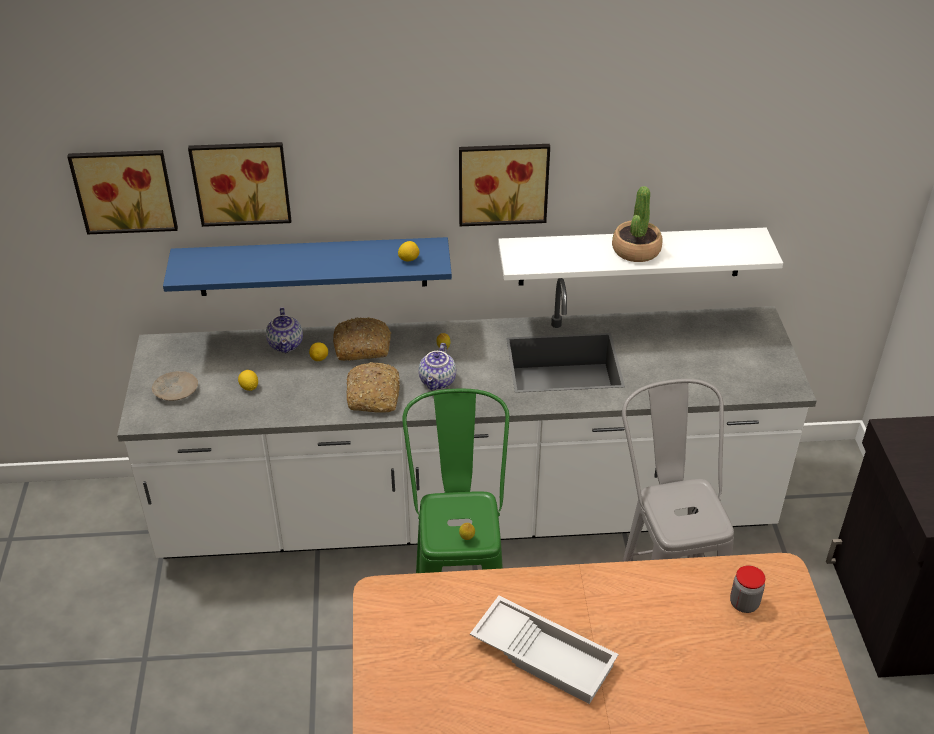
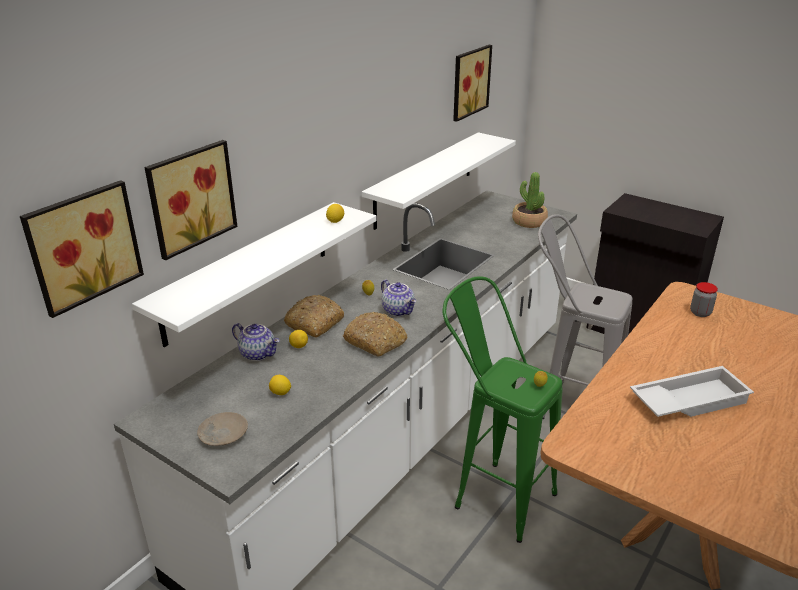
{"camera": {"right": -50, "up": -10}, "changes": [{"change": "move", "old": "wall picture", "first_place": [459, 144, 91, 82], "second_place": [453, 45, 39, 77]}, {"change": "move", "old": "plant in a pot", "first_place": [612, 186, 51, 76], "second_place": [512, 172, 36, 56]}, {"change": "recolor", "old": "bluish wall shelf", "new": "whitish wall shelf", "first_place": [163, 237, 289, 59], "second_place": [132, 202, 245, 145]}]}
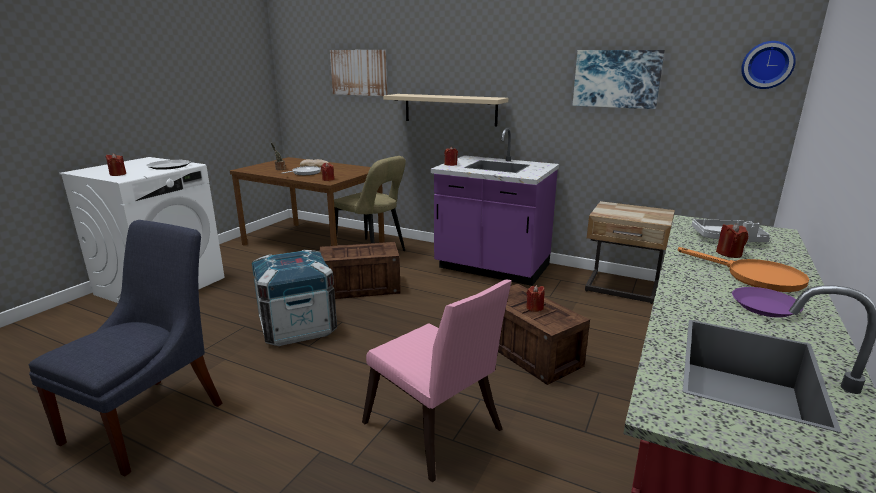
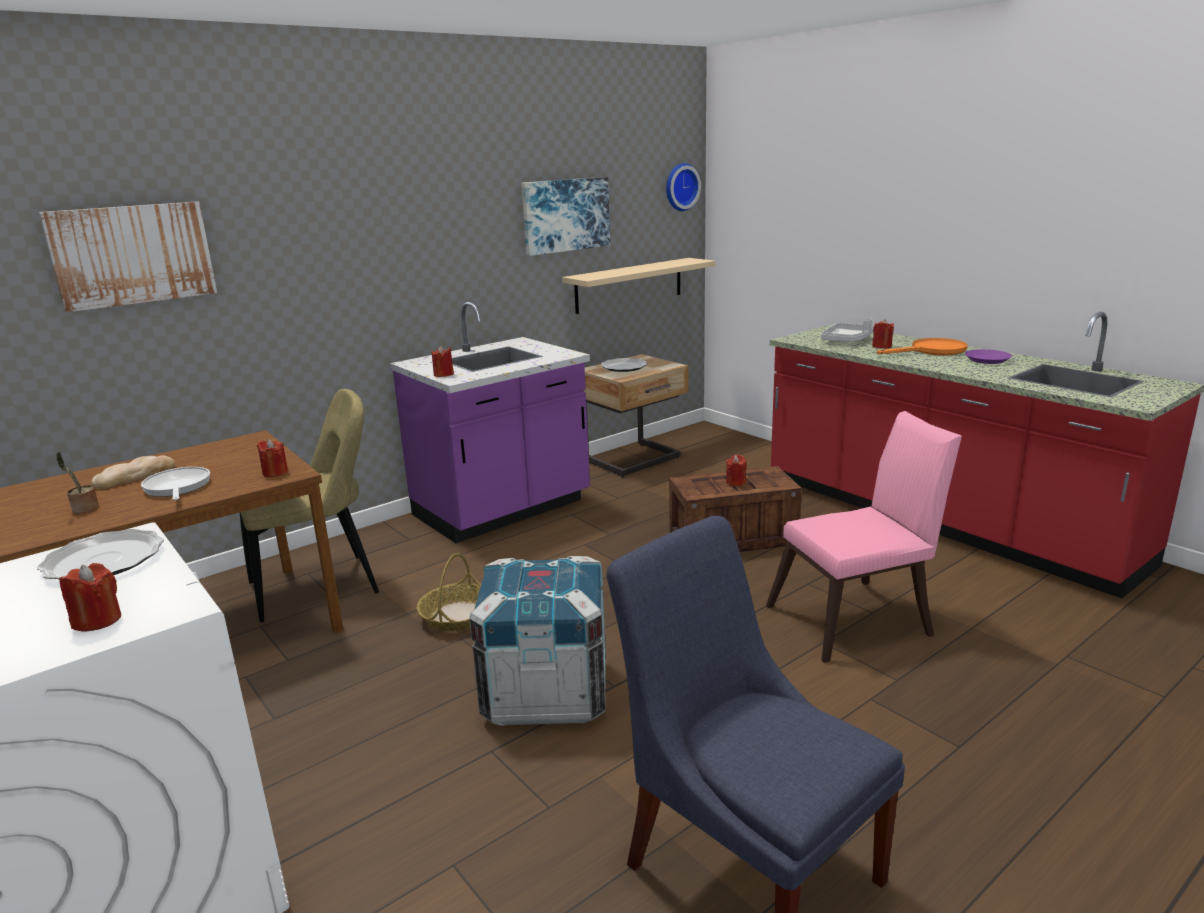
{"camera": {"right": -65, "up": 0}, "changes": [{"change": "insert", "new": "flat dish", "second_place": [601, 358, 46, 14]}, {"change": "move", "old": "beige-coloured wall shelf", "first_place": [383, 94, 125, 32], "second_place": [562, 258, 153, 56]}, {"change": "replace", "old": "crate", "new": "storage basket", "first_place": [319, 242, 82, 57], "second_place": [417, 553, 64, 78]}]}
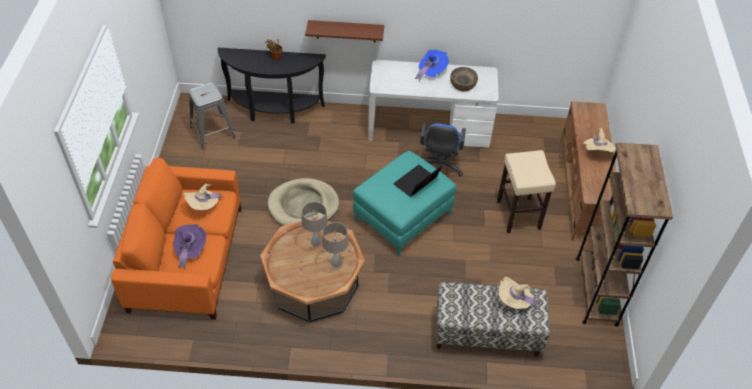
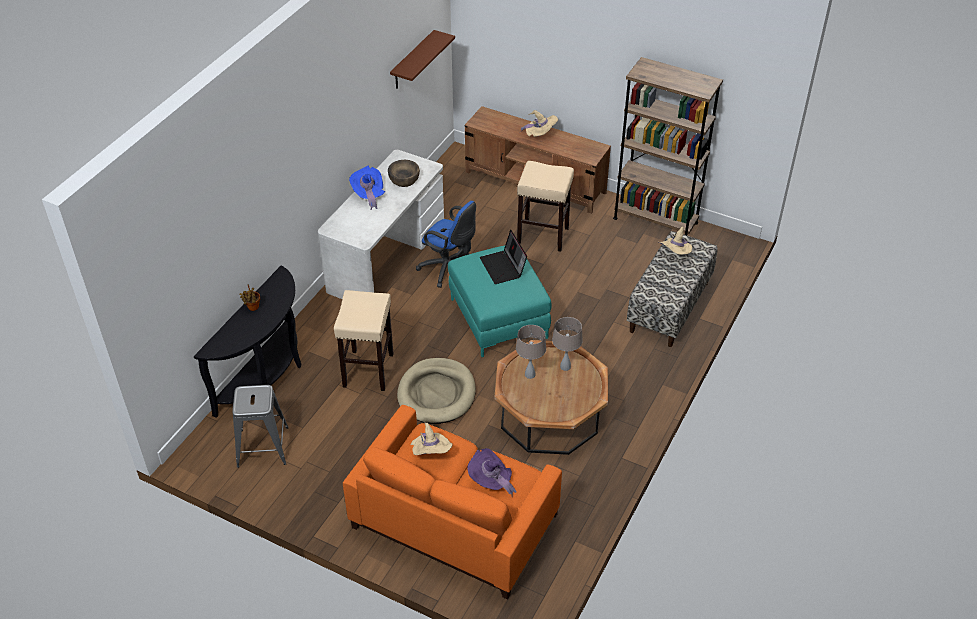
{"camera": {"right": -65, "up": -5}, "changes": [{"change": "insert", "new": "beige-coloured sitting stool", "second_place": [334, 290, 60, 101]}, {"change": "move", "old": "brown-coloured wall shelf", "first_place": [305, 20, 79, 22], "second_place": [390, 30, 65, 59]}]}
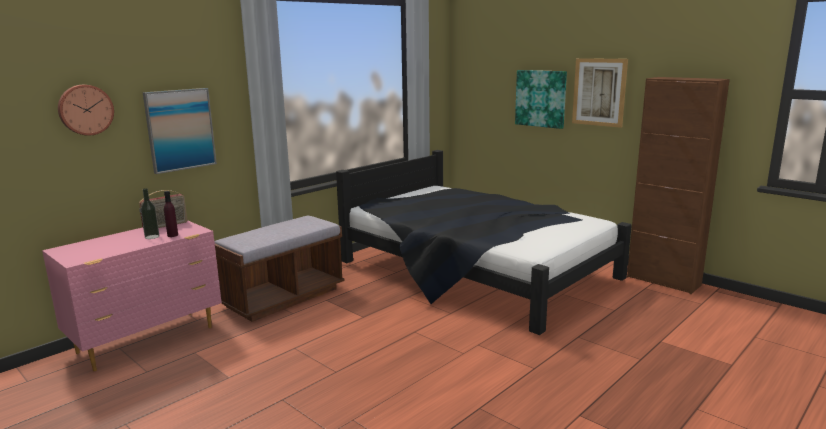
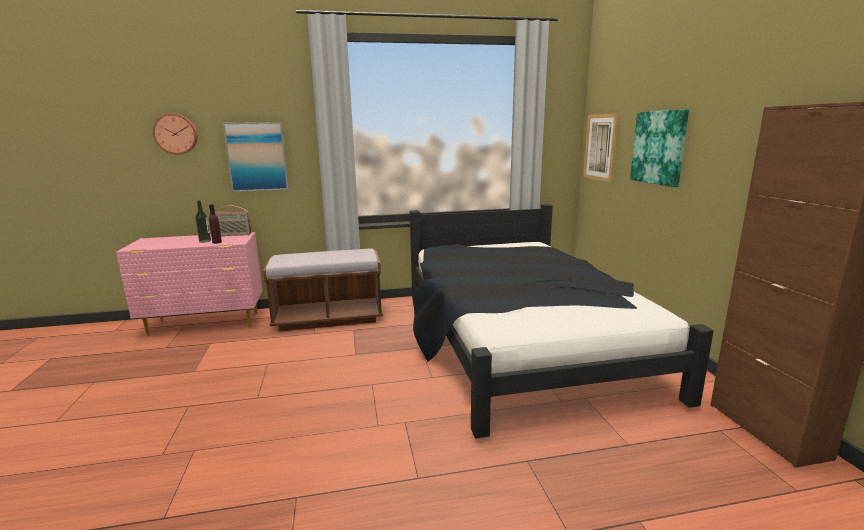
{"camera": {"right": 35, "up": 0}, "changes": [{"change": "move", "old": "wall picture", "first_place": [572, 58, 56, 70], "second_place": [583, 113, 36, 69]}]}
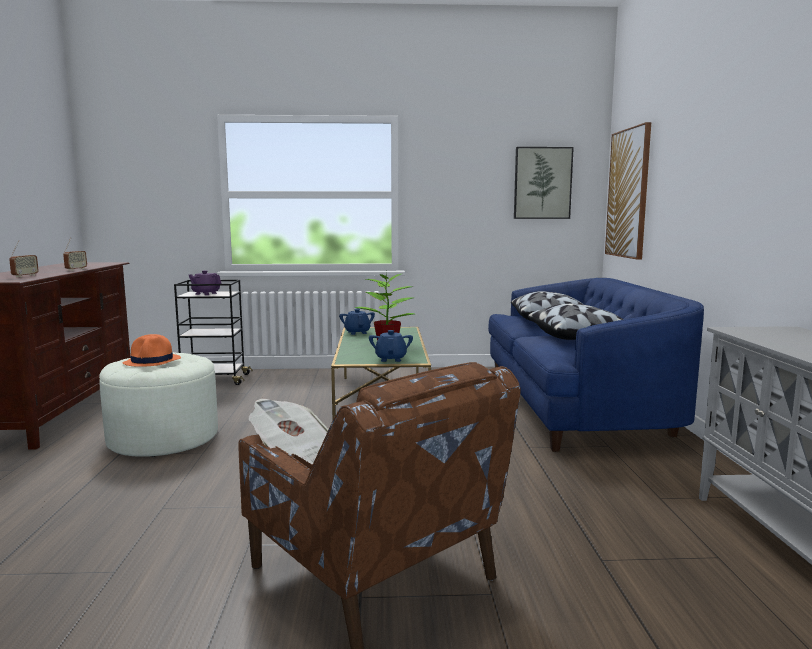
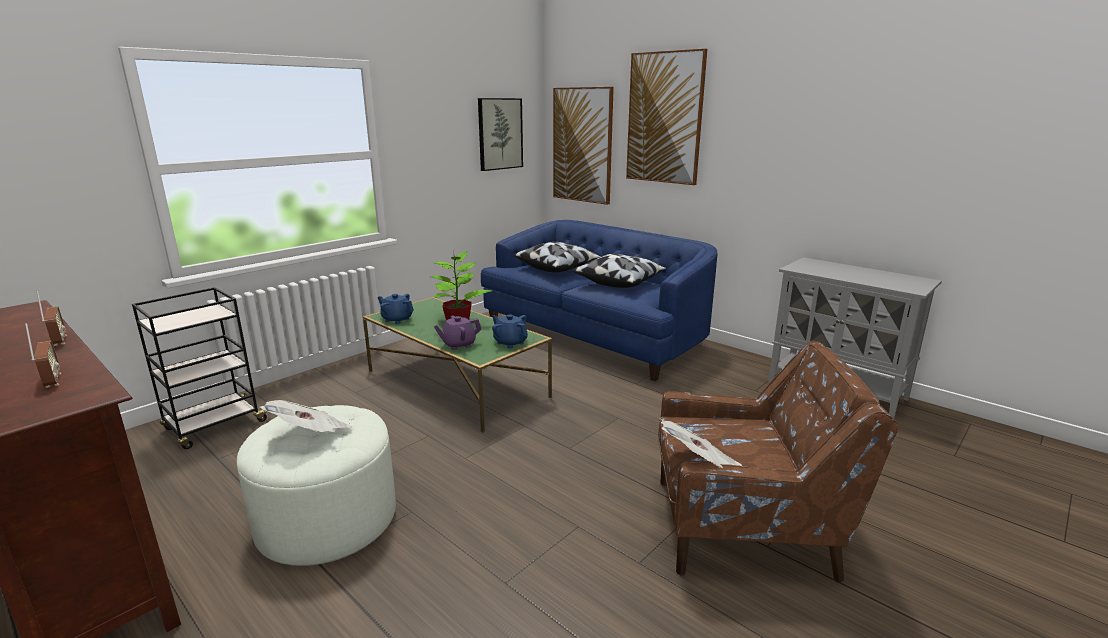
{"camera": {"right": -45, "up": 10}, "changes": [{"change": "insert", "new": "wall picture", "second_place": [626, 49, 81, 136]}, {"change": "move", "old": "purple-coloured teapot", "first_place": [189, 270, 32, 25], "second_place": [434, 315, 47, 35]}, {"change": "replace", "old": "orange-coloured clothing hat", "new": "daily paper", "first_place": [122, 334, 59, 33], "second_place": [260, 400, 92, 32]}]}
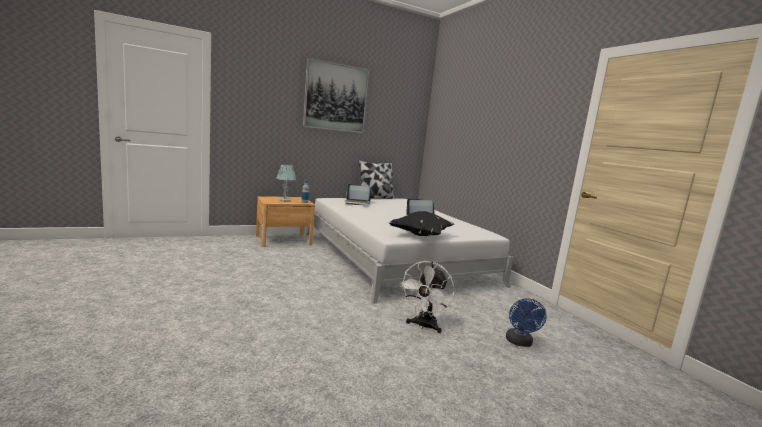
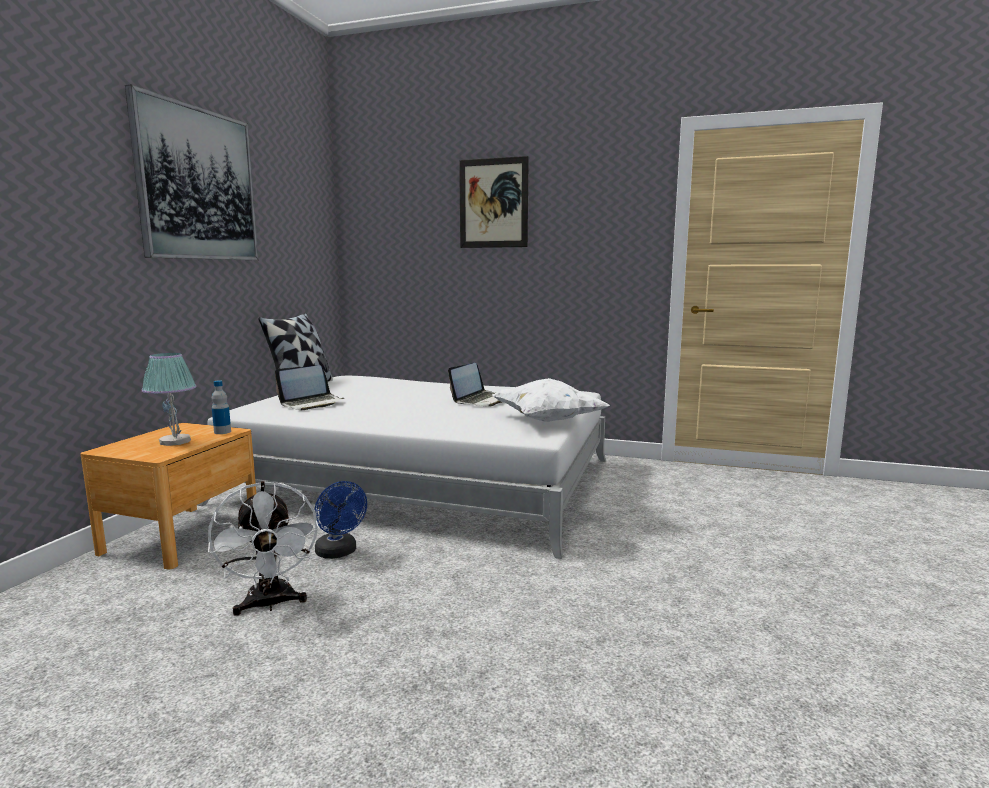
{"camera": {"right": -45, "up": 0}, "changes": [{"change": "insert", "new": "wall picture", "second_place": [459, 156, 70, 92]}, {"change": "move", "old": "whitish fan", "first_place": [399, 261, 56, 72], "second_place": [208, 481, 111, 135]}, {"change": "move", "old": "bluish fan", "first_place": [506, 298, 41, 49], "second_place": [314, 481, 53, 78]}, {"change": "recolor", "old": "blackish pillow", "new": "whitish pillow", "first_place": [389, 211, 65, 25], "second_place": [492, 378, 118, 44]}]}
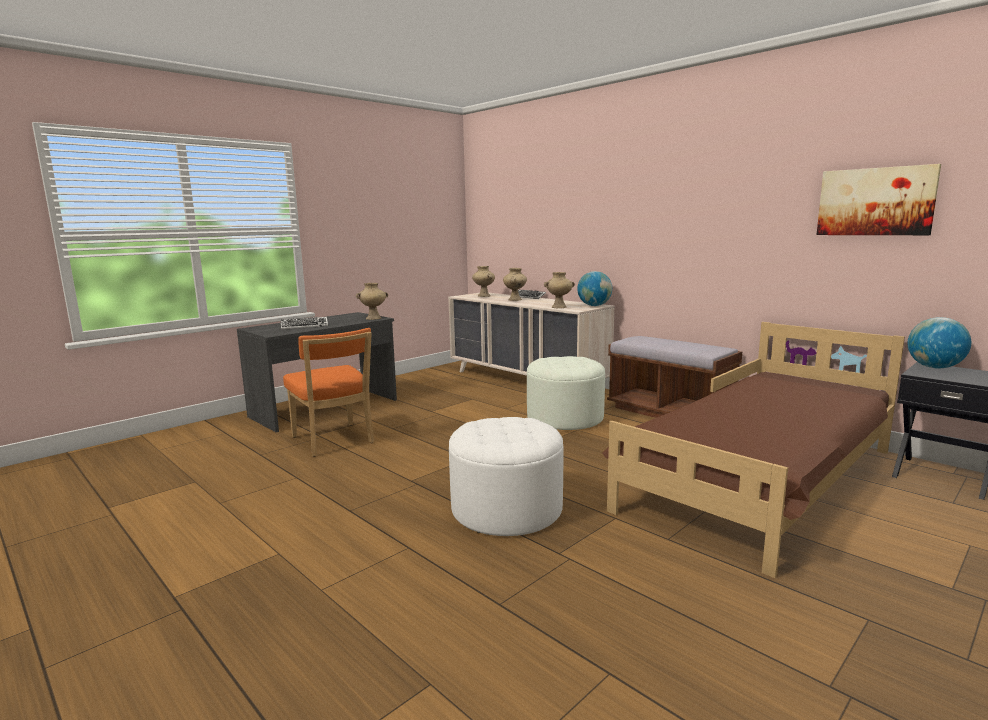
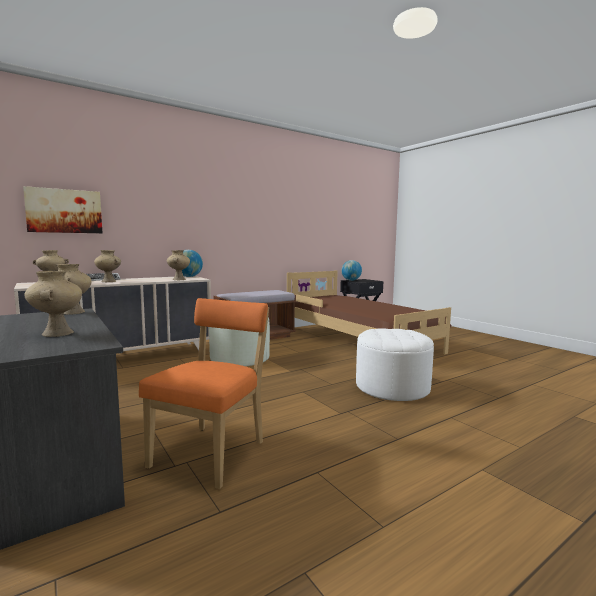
{"camera": {"right": -80, "up": -5}, "changes": [{"change": "move", "old": "wall picture", "first_place": [817, 164, 124, 71], "second_place": [23, 186, 79, 47]}, {"change": "replace", "old": "PC keyboard", "new": "beige-coloured flower vase", "first_place": [281, 317, 47, 12], "second_place": [25, 271, 57, 66]}, {"change": "rotate", "old": "orange-coloured plain chair", "first_place": [283, 328, 91, 129], "second_place": [139, 298, 130, 191], "degrees": -45}]}
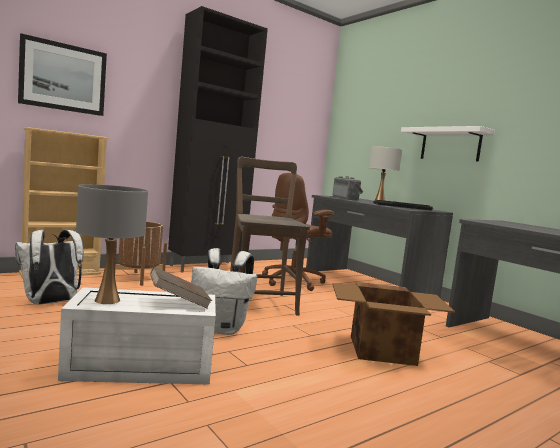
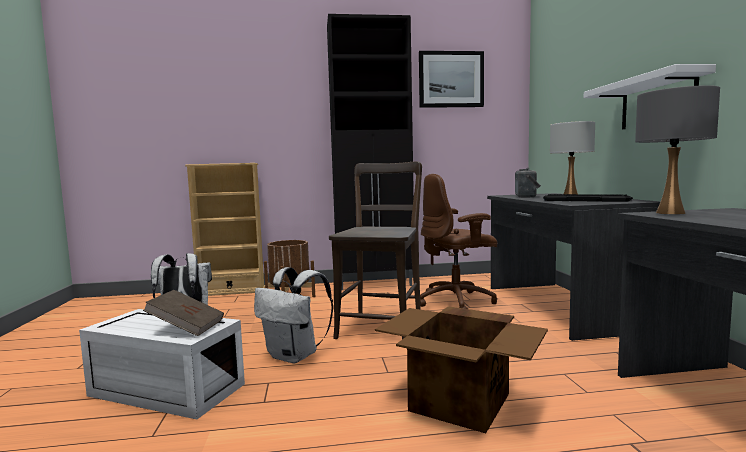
{"camera": {"right": 30, "up": 0}, "changes": [{"change": "move", "old": "wall picture", "first_place": [18, 33, 89, 83], "second_place": [419, 51, 65, 57]}, {"change": "move", "old": "gray lamp for a table", "first_place": [76, 184, 72, 120], "second_place": [635, 85, 85, 129]}]}
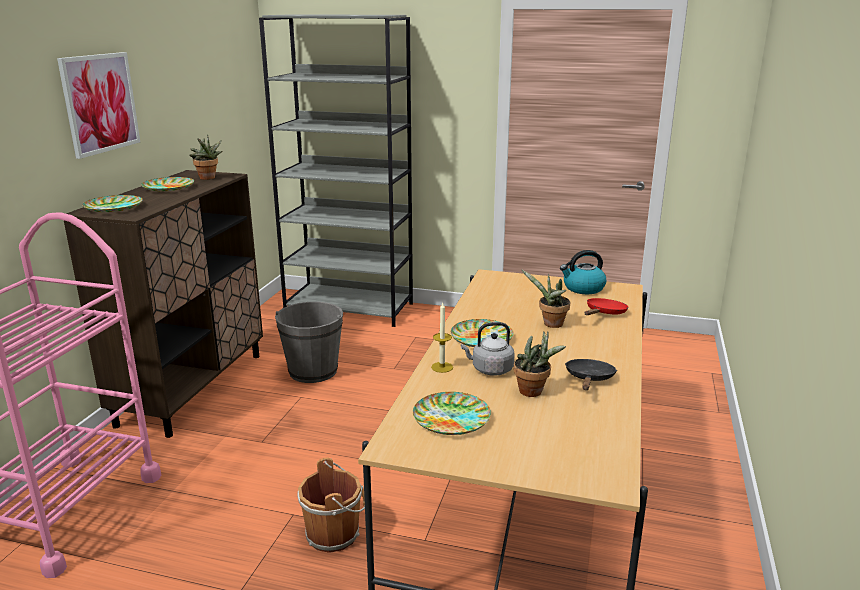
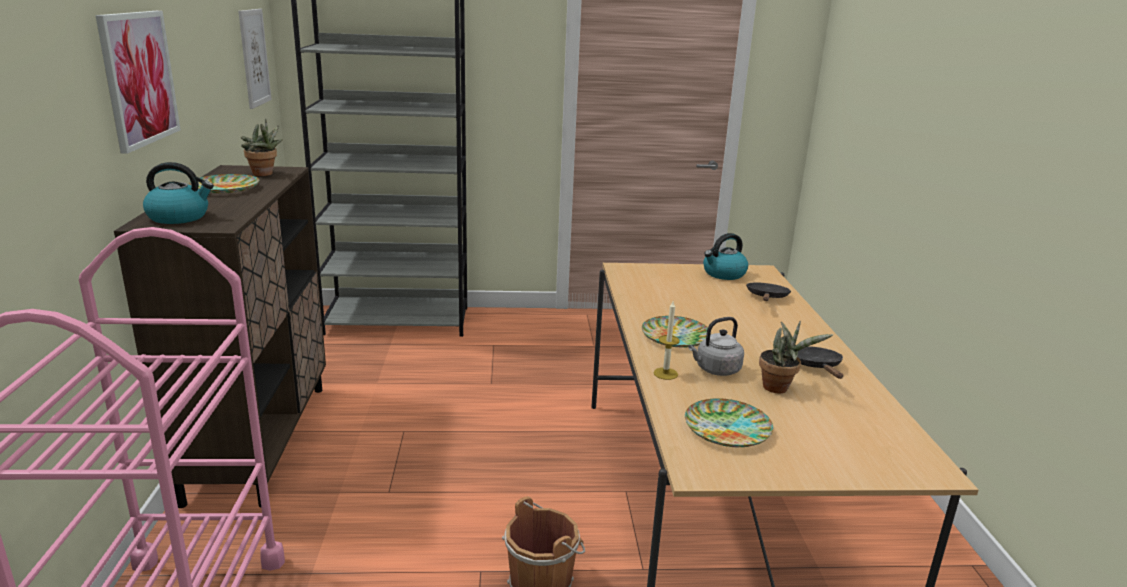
{"camera": {"right": -20, "up": 0}, "changes": [{"change": "delete", "old": "gray bucket", "first_place": [275, 302, 68, 81]}, {"change": "delete", "old": "plant in a pot", "first_place": [521, 269, 49, 59]}, {"change": "insert", "new": "wall picture", "second_place": [238, 9, 34, 100]}, {"change": "replace", "old": "flat dish", "new": "water kettle", "first_place": [82, 195, 61, 17], "second_place": [143, 162, 71, 62]}, {"change": "recolor", "old": "red pan", "new": "blackish pan", "first_place": [585, 298, 43, 17], "second_place": [746, 282, 45, 19]}]}
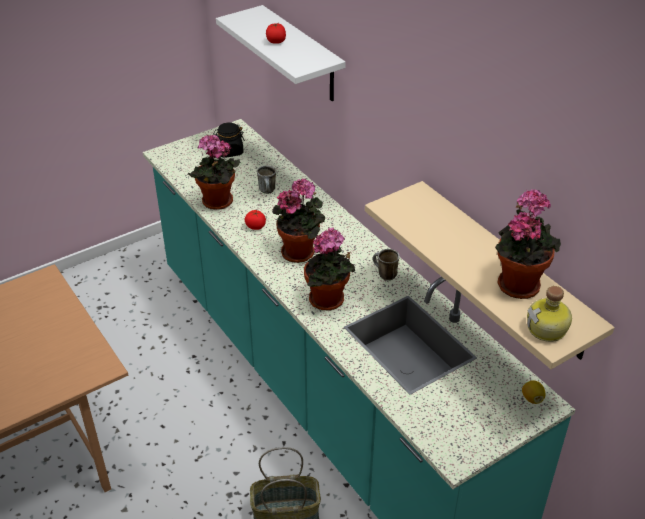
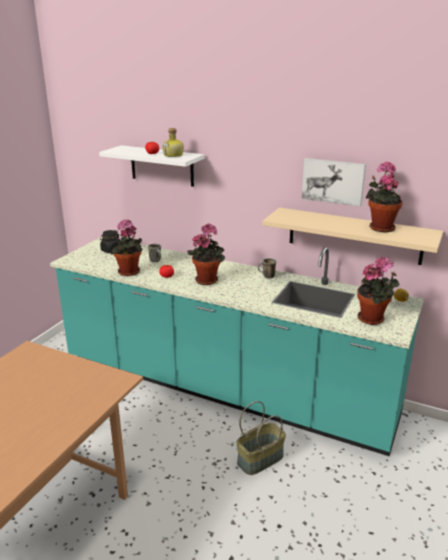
{"camera": {"right": -30, "up": -15}, "changes": [{"change": "insert", "new": "wall picture", "second_place": [302, 158, 64, 49]}, {"change": "move", "old": "plant in a pot", "first_place": [304, 228, 51, 82], "second_place": [357, 257, 43, 68]}, {"change": "move", "old": "bottle", "first_place": [527, 286, 45, 56], "second_place": [162, 128, 22, 29]}]}
